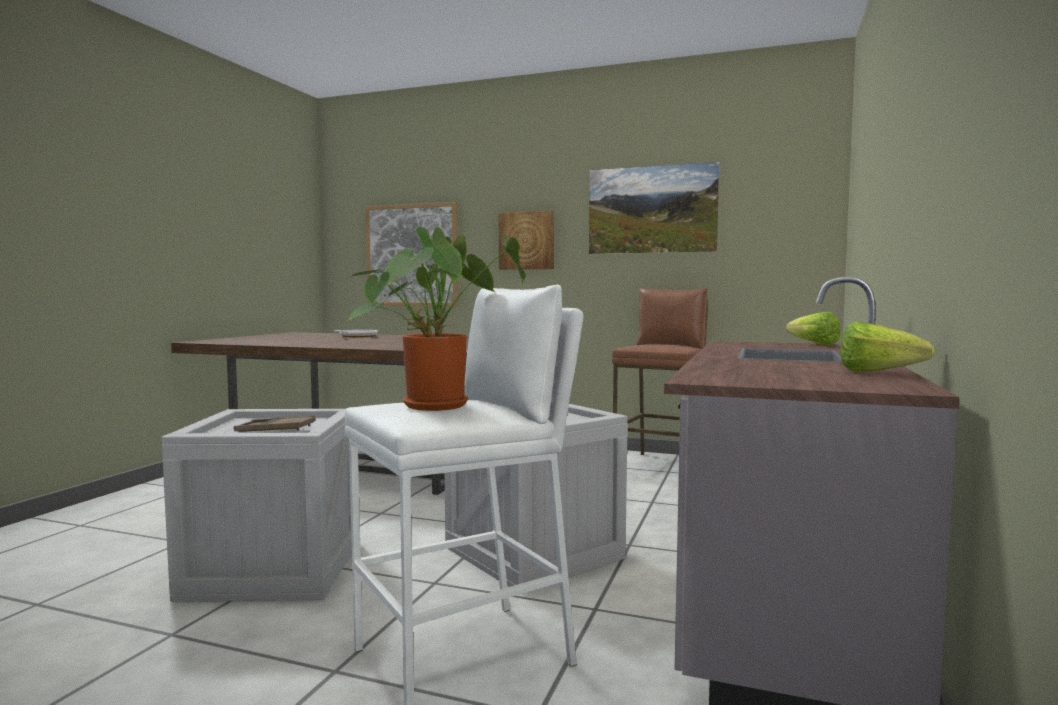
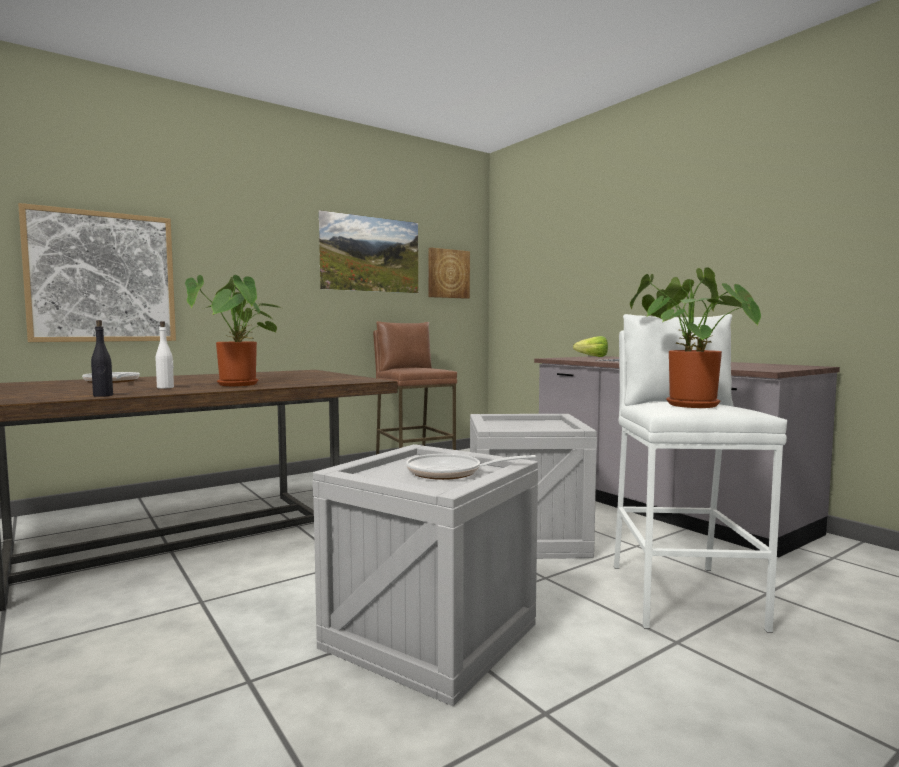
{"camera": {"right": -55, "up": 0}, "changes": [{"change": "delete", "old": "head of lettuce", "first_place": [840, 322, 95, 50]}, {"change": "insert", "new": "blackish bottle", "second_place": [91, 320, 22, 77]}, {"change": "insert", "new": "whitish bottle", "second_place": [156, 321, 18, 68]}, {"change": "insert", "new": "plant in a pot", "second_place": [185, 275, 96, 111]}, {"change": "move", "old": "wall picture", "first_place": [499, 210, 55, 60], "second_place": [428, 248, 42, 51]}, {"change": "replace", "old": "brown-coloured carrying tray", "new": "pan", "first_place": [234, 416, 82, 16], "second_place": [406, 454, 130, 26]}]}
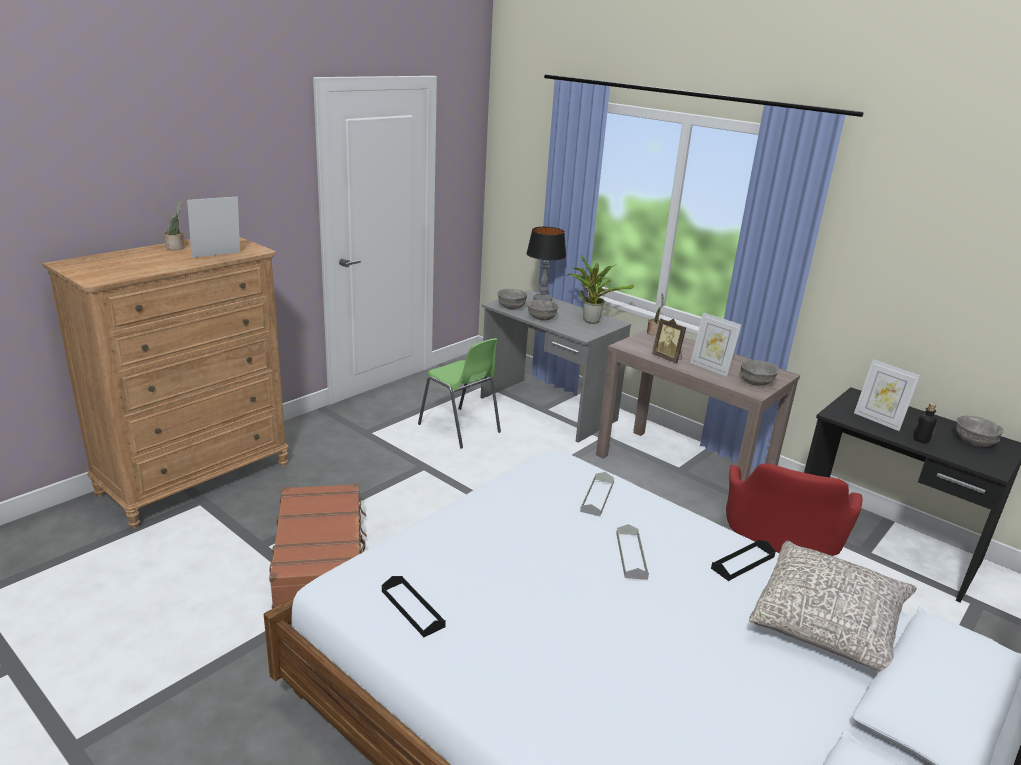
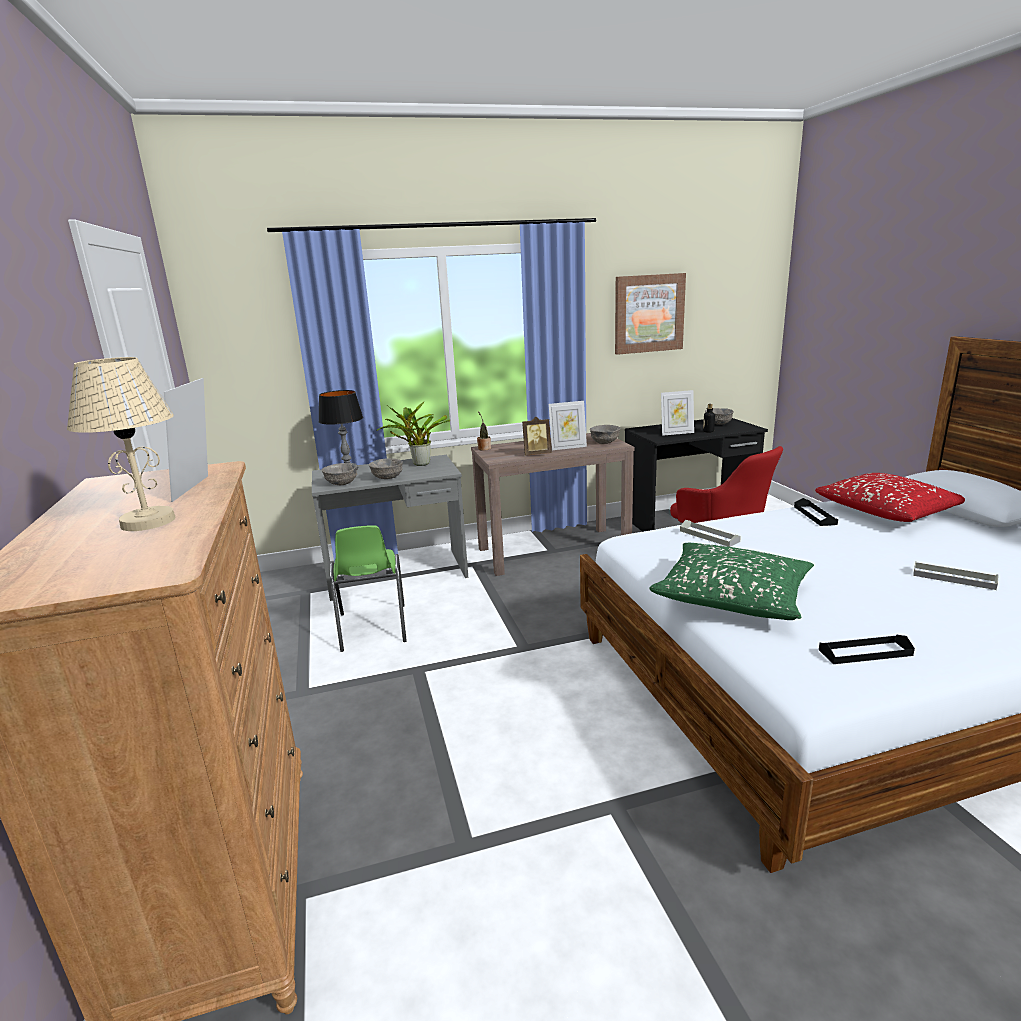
{"camera": {"right": -55, "up": -5}, "changes": [{"change": "delete", "old": "plant in a pot", "first_place": [164, 200, 21, 50]}, {"change": "delete", "old": "brown-coloured travel case", "first_place": [269, 483, 98, 126]}, {"change": "insert", "new": "beige-coloured lamp for a table", "second_place": [67, 357, 108, 174]}, {"change": "insert", "new": "wall picture", "second_place": [615, 273, 71, 82]}, {"change": "insert", "new": "green-coloured pillow", "second_place": [649, 543, 165, 77]}, {"change": "move", "old": "gray carrying tray", "first_place": [616, 524, 33, 55], "second_place": [913, 561, 86, 29]}, {"change": "recolor", "old": "gray pillow", "new": "red pillow", "first_place": [749, 541, 168, 131], "second_place": [815, 473, 150, 49]}, {"change": "rotate", "old": "green-coloured plain chair", "first_place": [418, 338, 83, 111], "second_place": [330, 525, 77, 127], "degrees": 90}]}
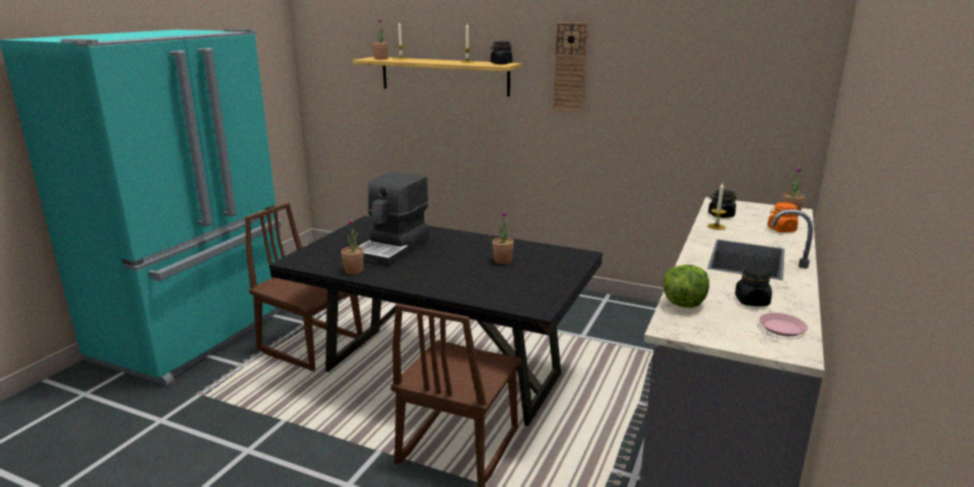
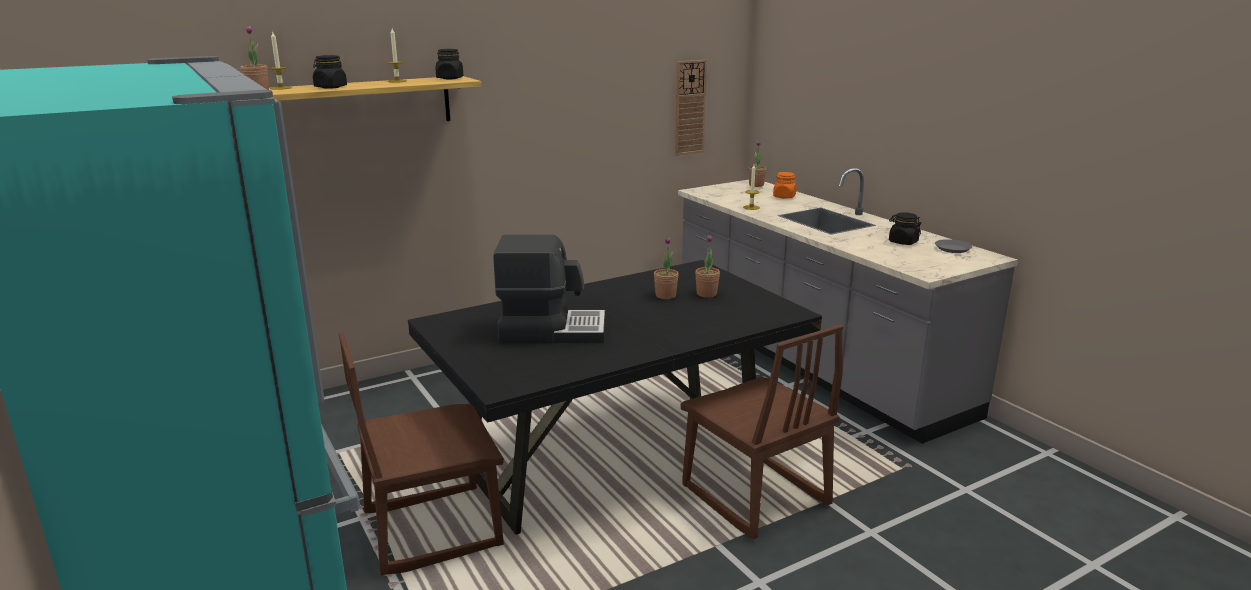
{"camera": {"right": -55, "up": 0}, "changes": [{"change": "delete", "old": "head of lettuce", "first_place": [663, 264, 46, 44]}, {"change": "move", "old": "plant in a pot", "first_place": [341, 218, 23, 56], "second_place": [695, 235, 25, 63]}, {"change": "move", "old": "hanging clock", "first_place": [553, 22, 35, 90], "second_place": [675, 60, 32, 96]}, {"change": "move", "old": "blackish jar", "first_place": [708, 190, 28, 28], "second_place": [313, 55, 34, 34]}, {"change": "recolor", "old": "pinkish flat dish", "new": "gray flat dish", "first_place": [759, 313, 49, 24], "second_place": [935, 239, 37, 14]}, {"change": "rotate", "old": "coffee brewer", "first_place": [357, 172, 72, 94], "second_place": [493, 235, 112, 108], "degrees": -60}]}
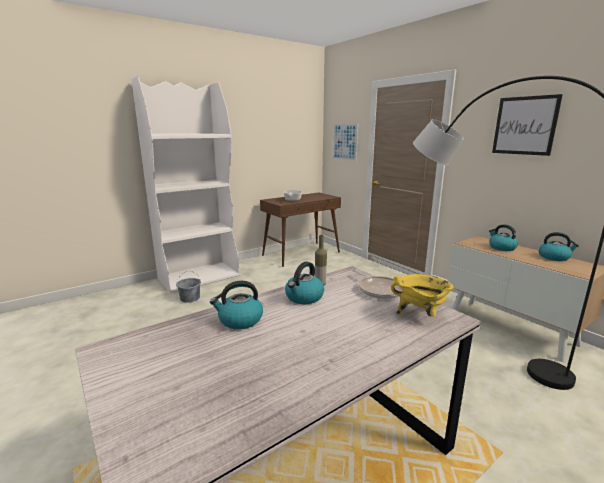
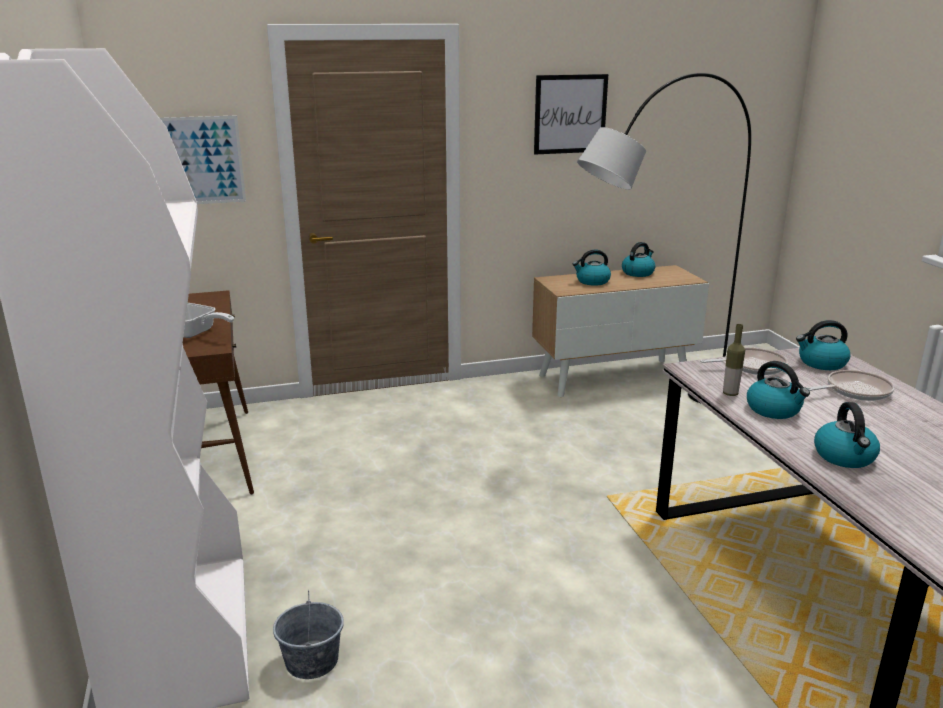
{"camera": {"right": -70, "up": 5}, "changes": [{"change": "insert", "new": "pan", "second_place": [807, 370, 87, 31]}, {"change": "replace", "old": "yellow-coloured cooking pot", "new": "water kettle", "first_place": [391, 274, 63, 43], "second_place": [796, 320, 54, 50]}]}
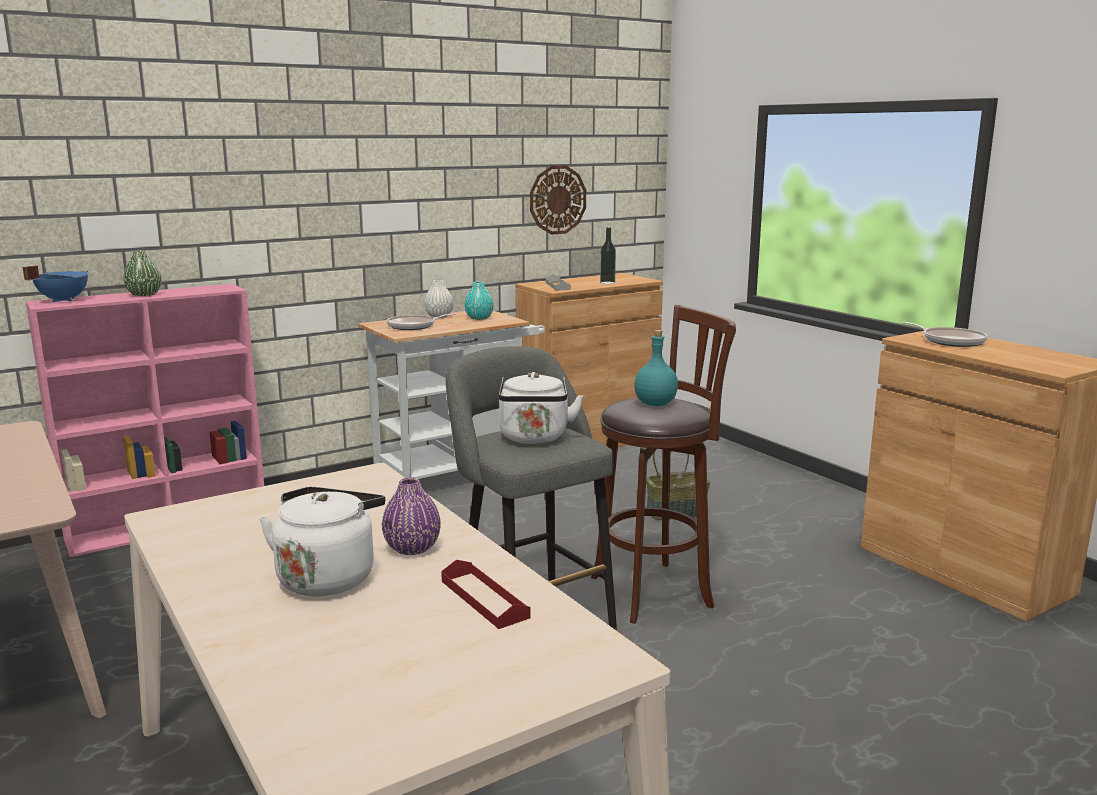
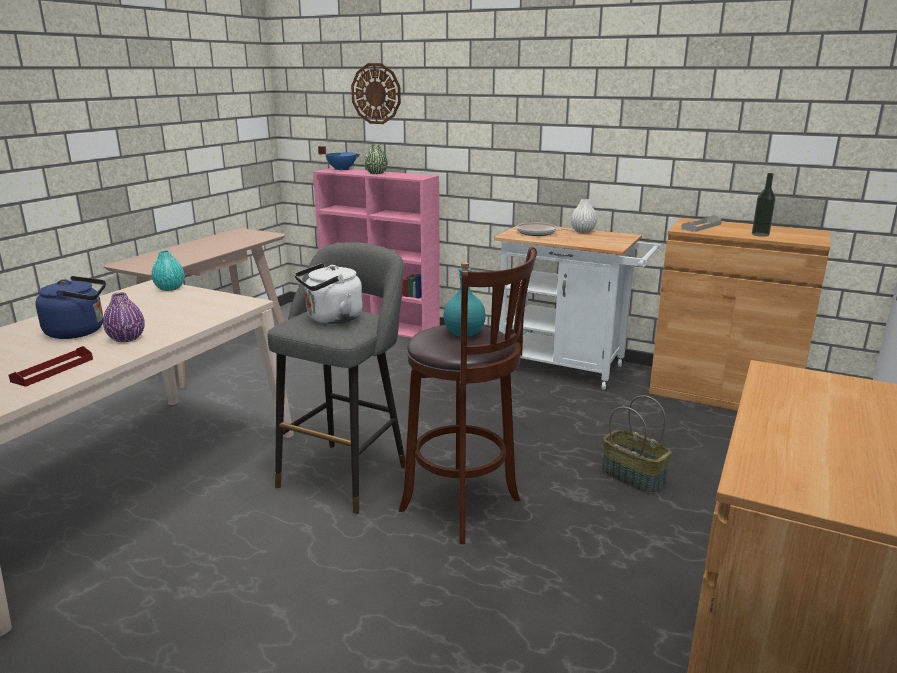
{"camera": {"right": 60, "up": 5}, "changes": [{"change": "delete", "old": "pan", "first_place": [902, 322, 86, 25]}, {"change": "move", "old": "turquoise-coloured flower vase", "first_place": [464, 282, 30, 38], "second_place": [151, 250, 33, 41]}, {"change": "move", "old": "hanging clock", "first_place": [530, 165, 56, 70], "second_place": [351, 63, 50, 61]}, {"change": "recolor", "old": "whitish water kettle", "new": "bluish water kettle", "first_place": [259, 487, 126, 109], "second_place": [35, 276, 71, 63]}]}
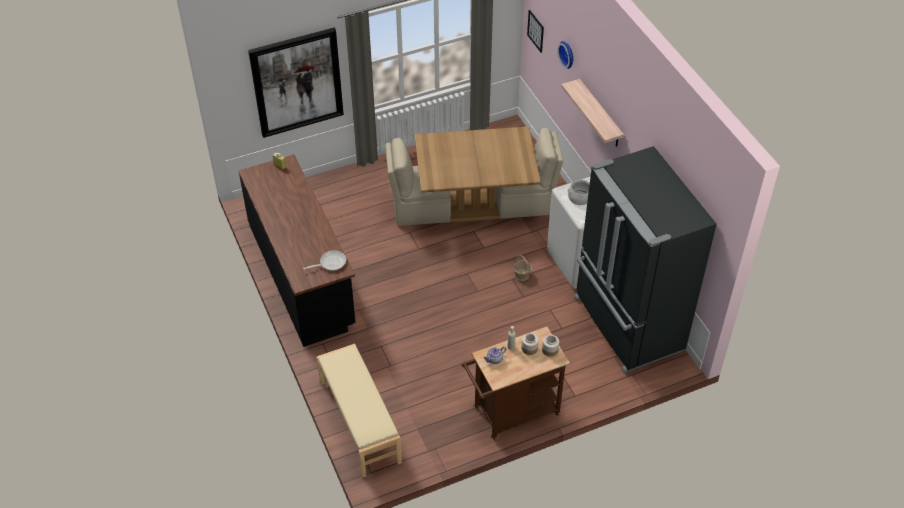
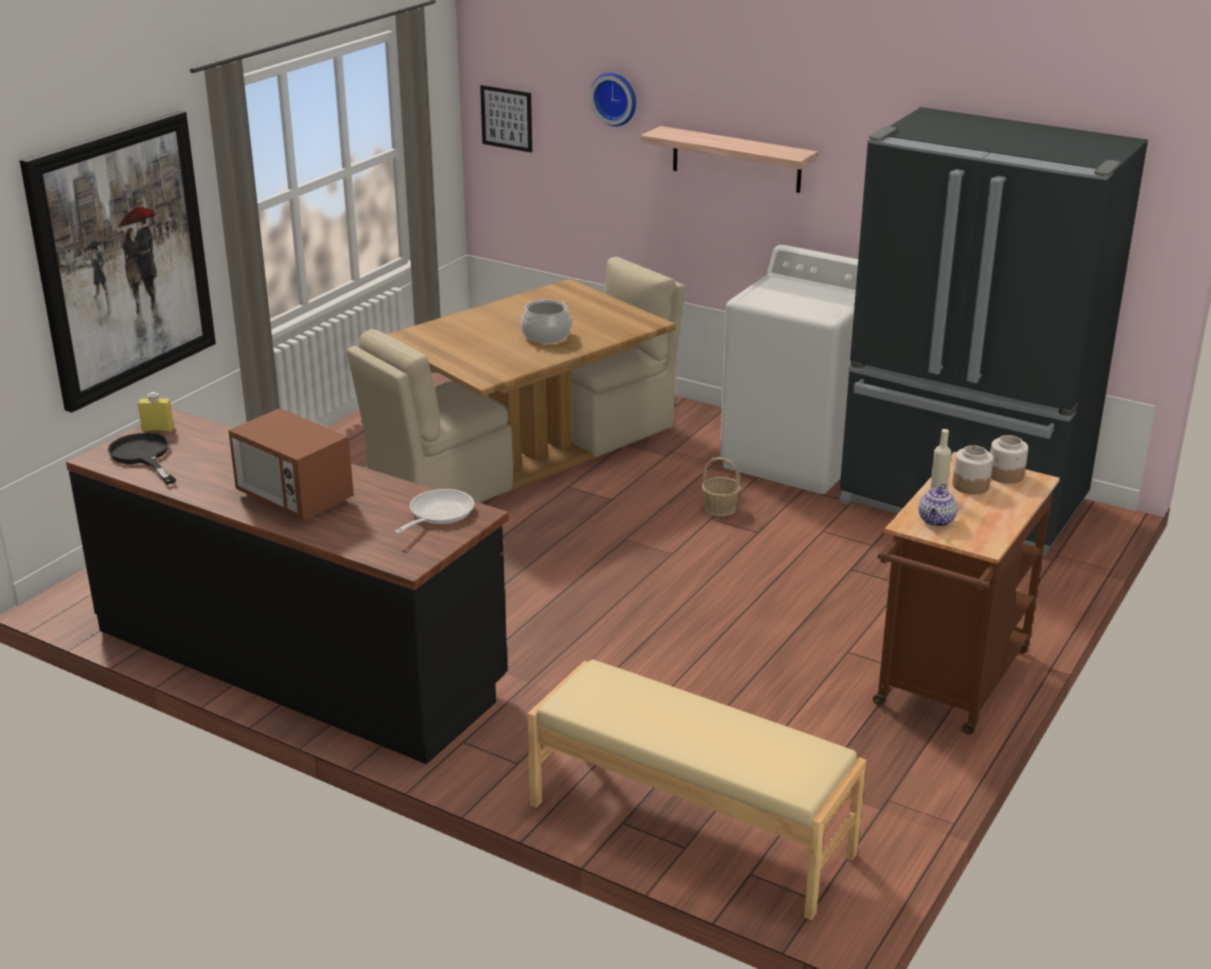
{"camera": {"right": -35, "up": -20}, "changes": [{"change": "insert", "new": "blackish pan", "second_place": [108, 433, 68, 52]}, {"change": "insert", "new": "kitchen microwave", "second_place": [228, 408, 126, 112]}, {"change": "move", "old": "cooking pot", "first_place": [567, 180, 23, 25], "second_place": [521, 299, 50, 44]}]}
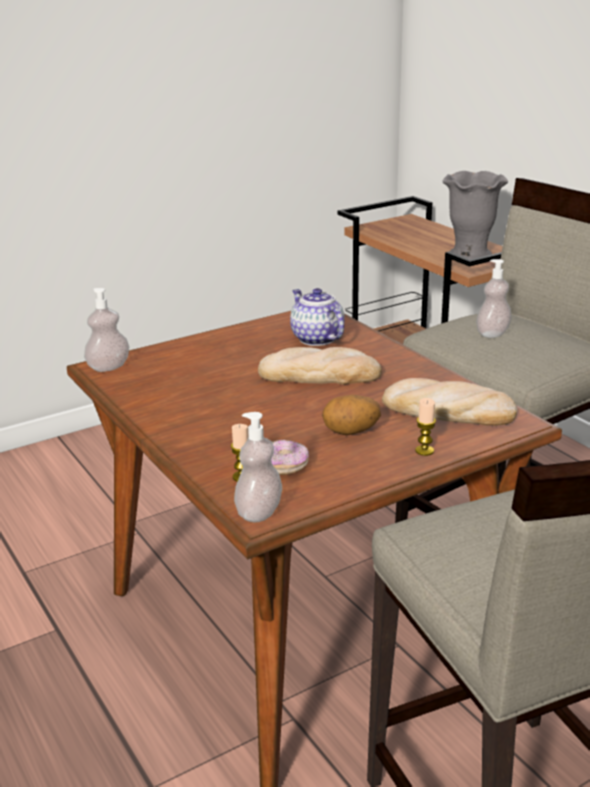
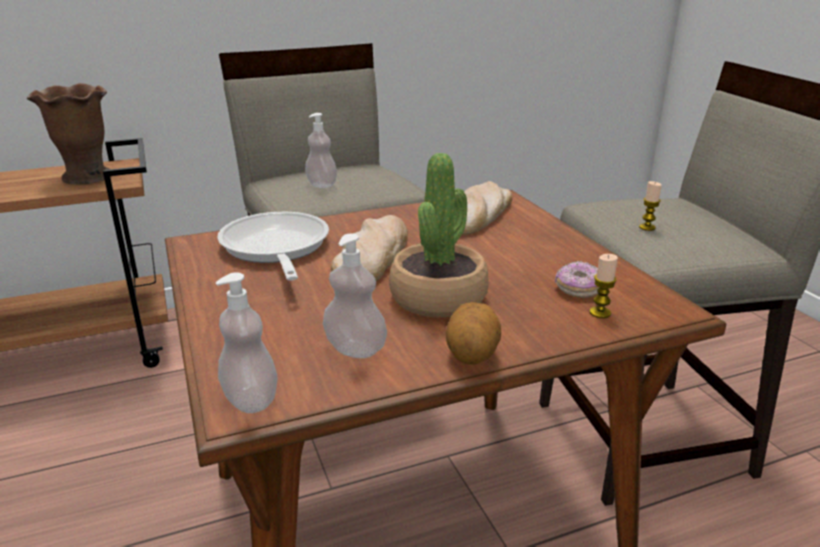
{"camera": {"right": -80, "up": 0}, "changes": [{"change": "insert", "new": "plant in a pot", "second_place": [389, 153, 99, 165]}, {"change": "move", "old": "liquid soap bottle", "first_place": [234, 412, 48, 110], "second_place": [323, 234, 64, 124]}, {"change": "move", "old": "whole potato", "first_place": [322, 395, 59, 40], "second_place": [446, 302, 55, 63]}, {"change": "move", "old": "wax light", "first_place": [415, 398, 21, 58], "second_place": [639, 181, 23, 50]}, {"change": "replace", "old": "teapot", "new": "pan", "first_place": [290, 288, 55, 58], "second_place": [217, 212, 112, 69]}, {"change": "recolor", "old": "gray flower vase", "new": "brown-coloured flower vase", "first_place": [443, 171, 65, 88], "second_place": [27, 83, 84, 102]}]}
